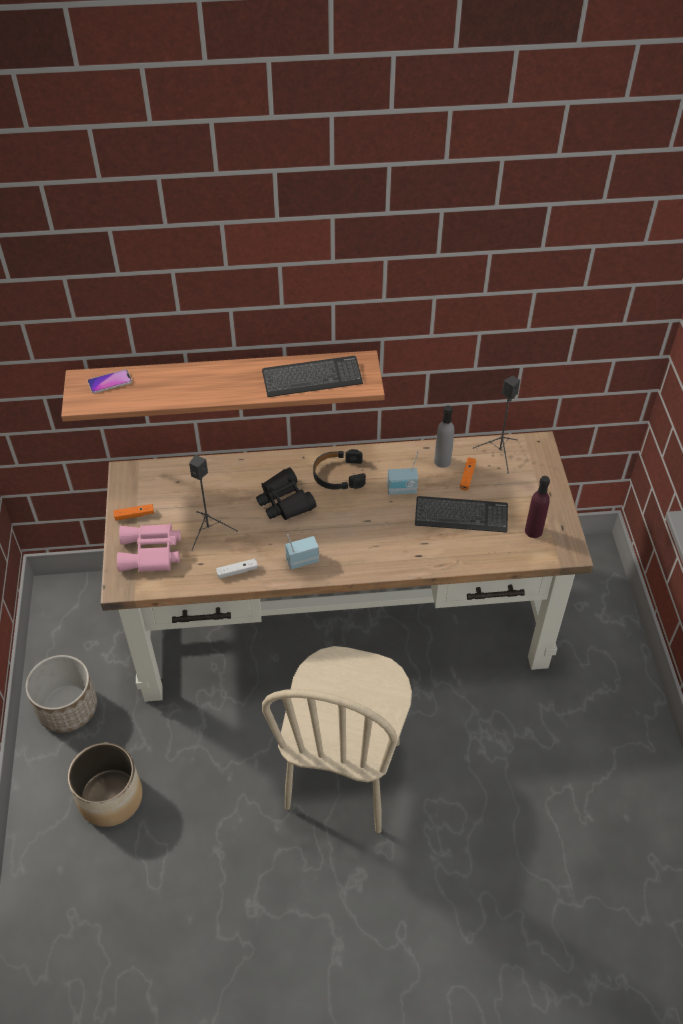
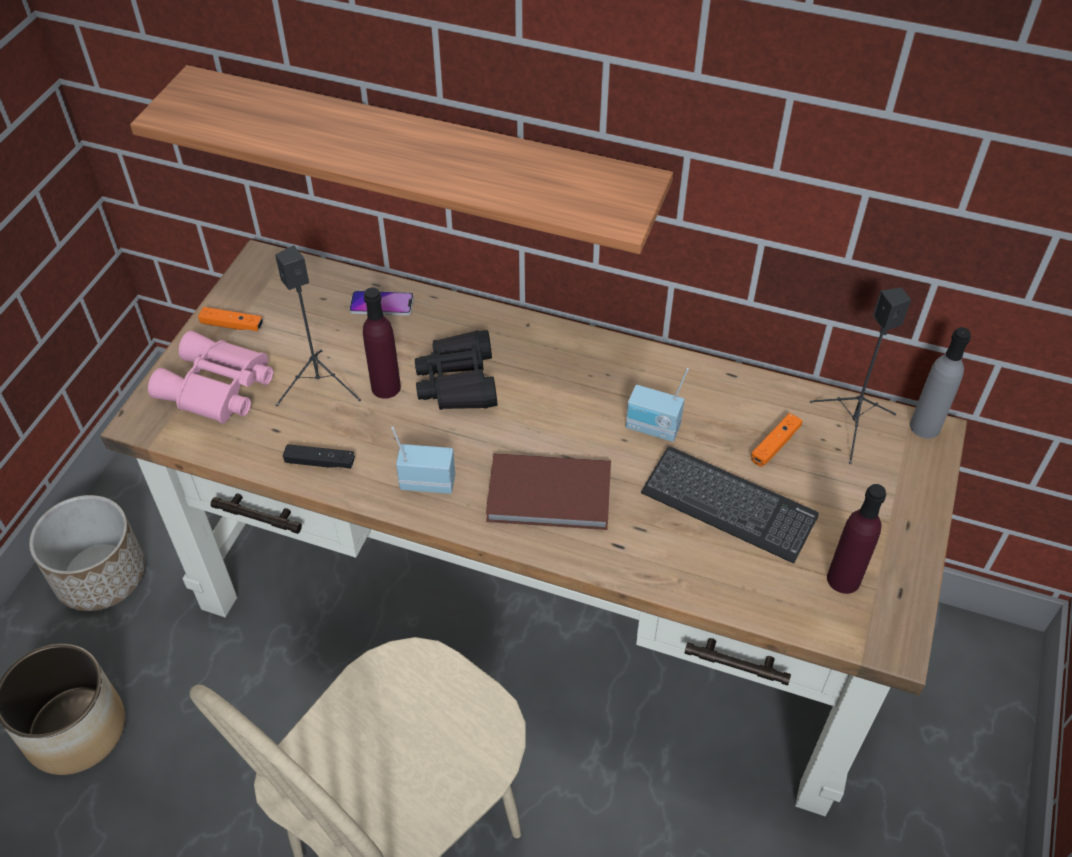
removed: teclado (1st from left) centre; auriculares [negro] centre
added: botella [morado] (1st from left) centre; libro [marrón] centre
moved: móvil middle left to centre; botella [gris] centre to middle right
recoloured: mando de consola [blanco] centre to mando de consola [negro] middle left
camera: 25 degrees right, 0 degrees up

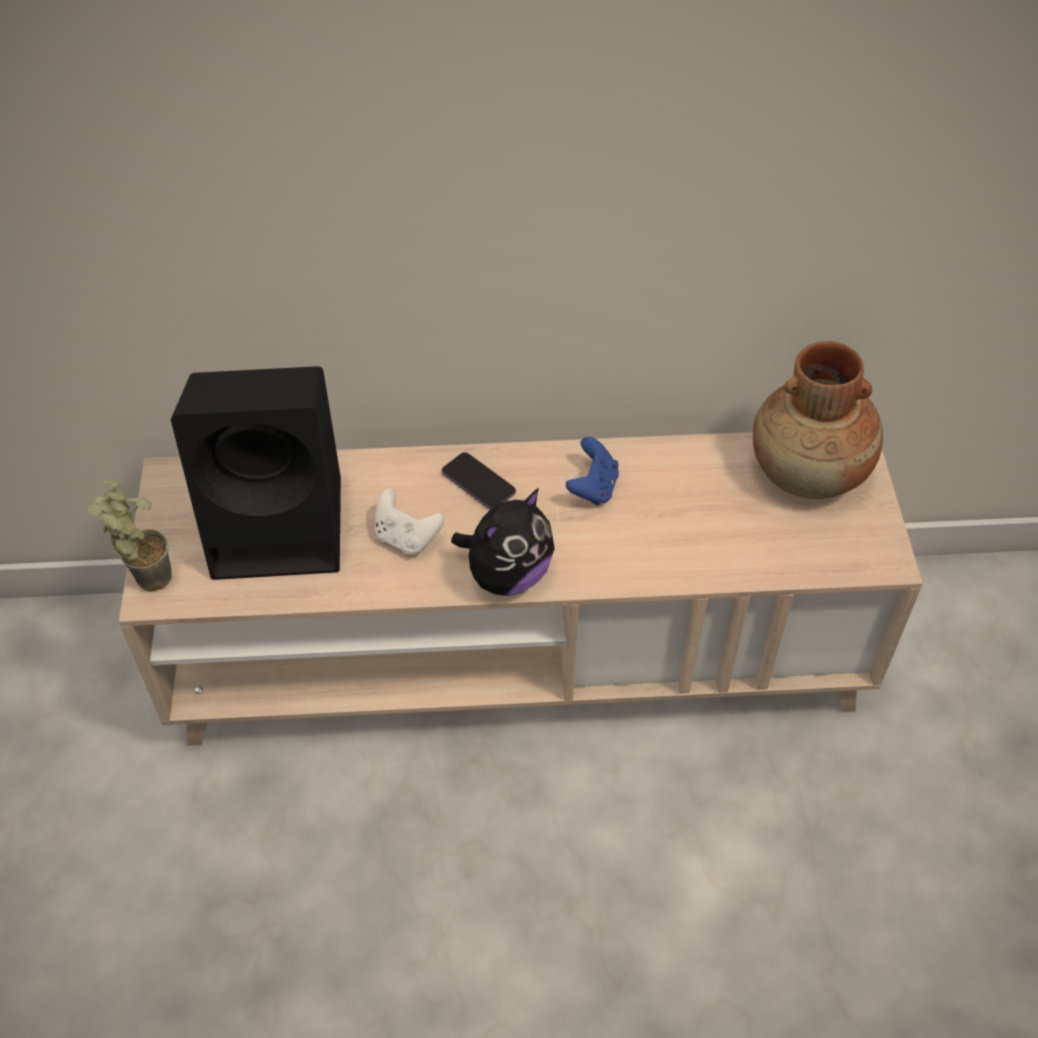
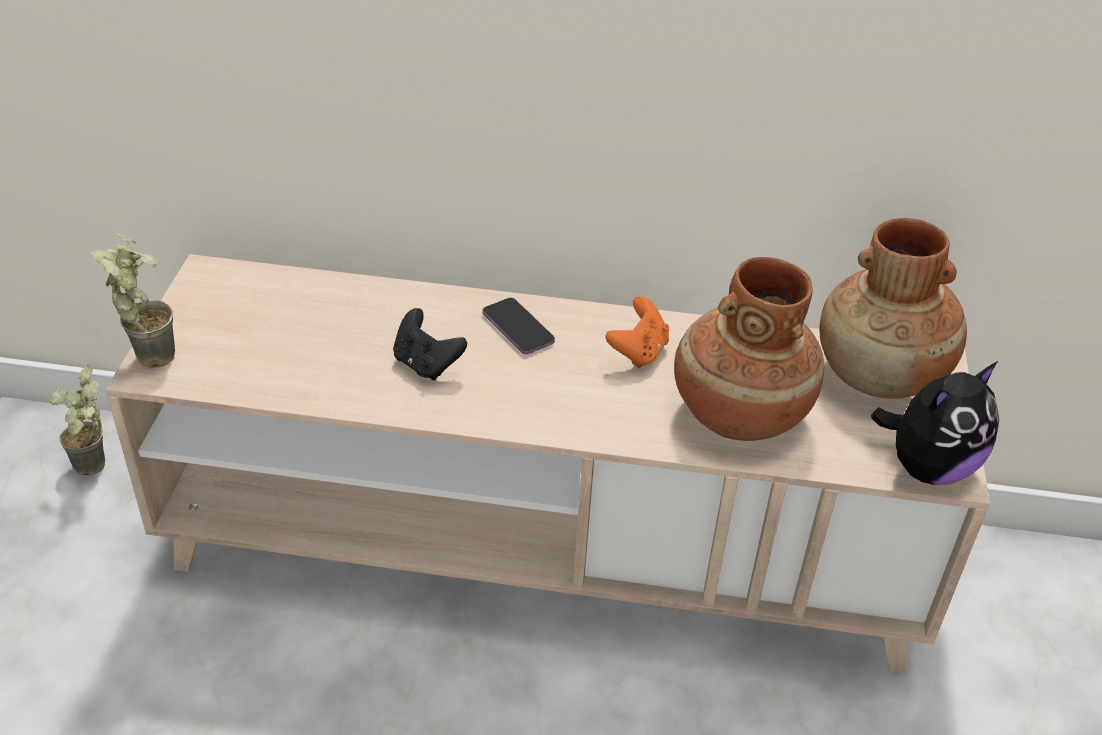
removed: altavoz [negro] middle left
added: florero [marrón] (1st from left) middle right; planta en maceta (1st from left) middle left
moved: peluche centre to middle right
recoloured: mando de consola [azul] centre to mando de consola [naranja] centre; mando de consola [blanco] centre to mando de consola [negro] centre
camera: 10 degrees right, 10 degrees down

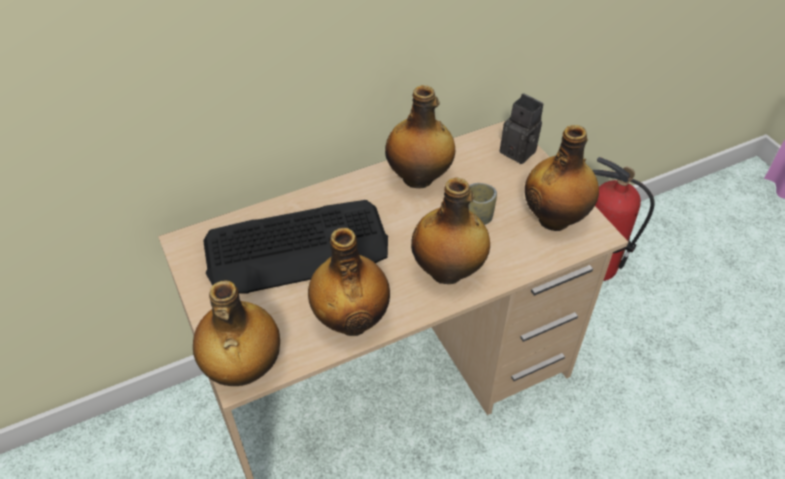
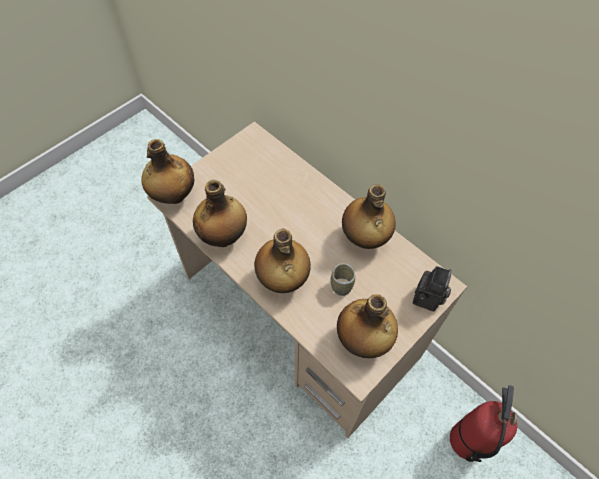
removed: teclado centre
camera: 70 degrees right, 10 degrees up

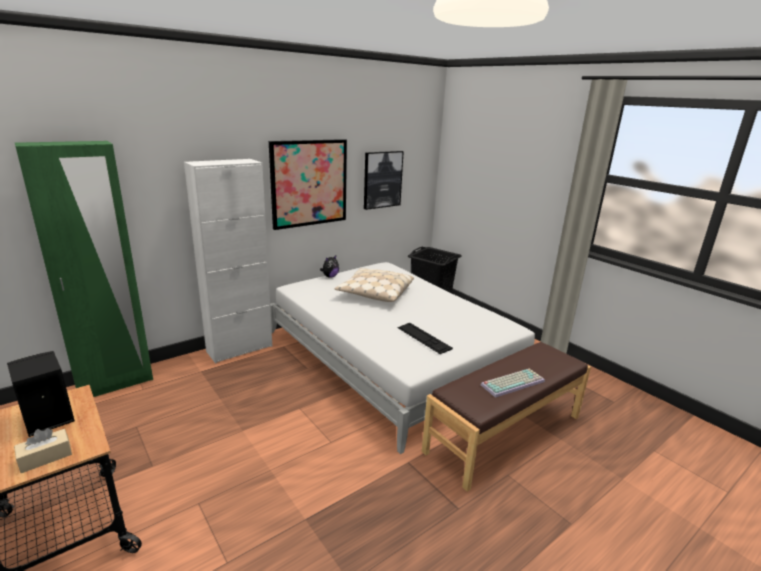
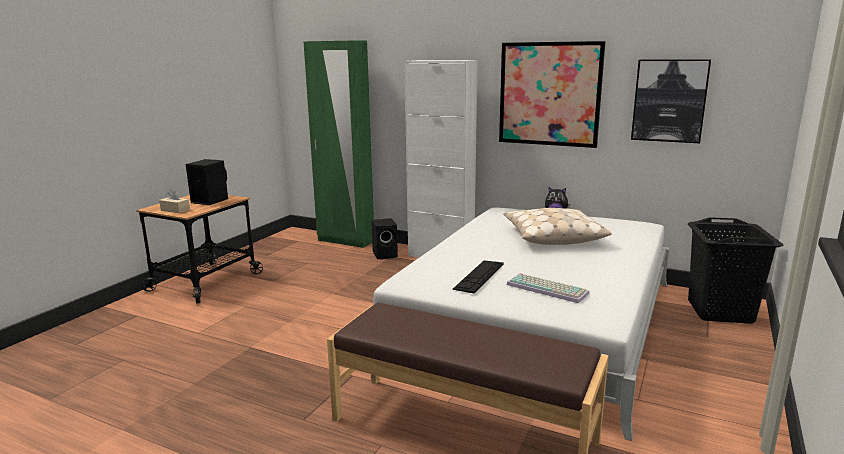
added: altavoz [negro] (2nd from left) centre
moved: teclado (2nd from left) bottom right to centre
camera: 65 degrees right, 5 degrees down

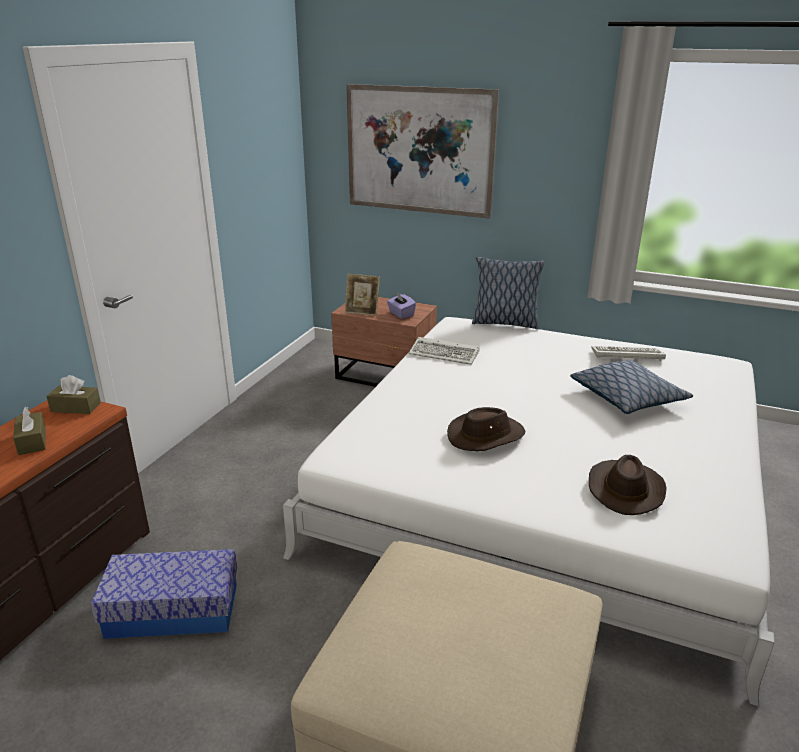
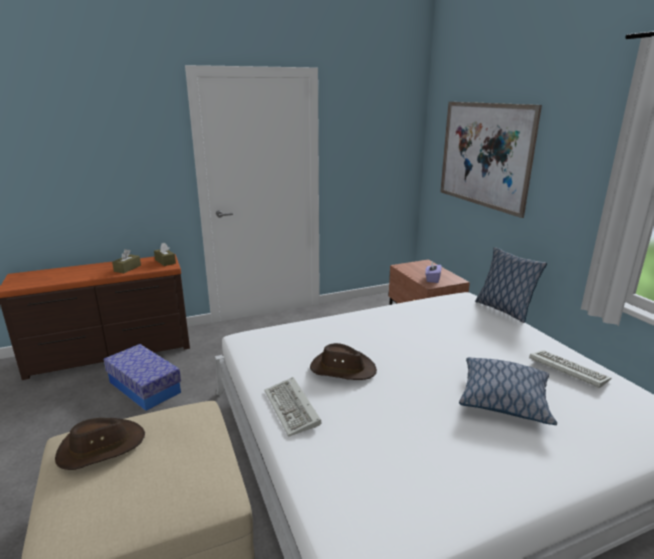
removed: portarretratos centre
moved: teclado (1st from left) centre to bottom centre; sombrero [marrón] (2nd from left in the first image) middle right to sombrero [marrón] (1st from left) bottom left
camera: 45 degrees right, 5 degrees down

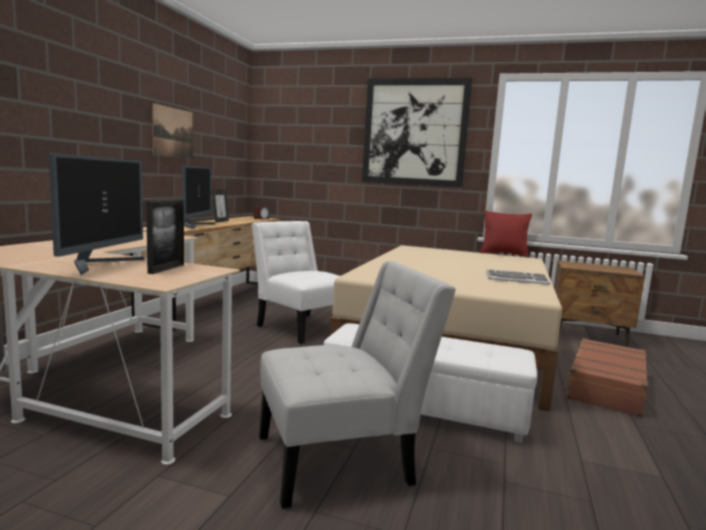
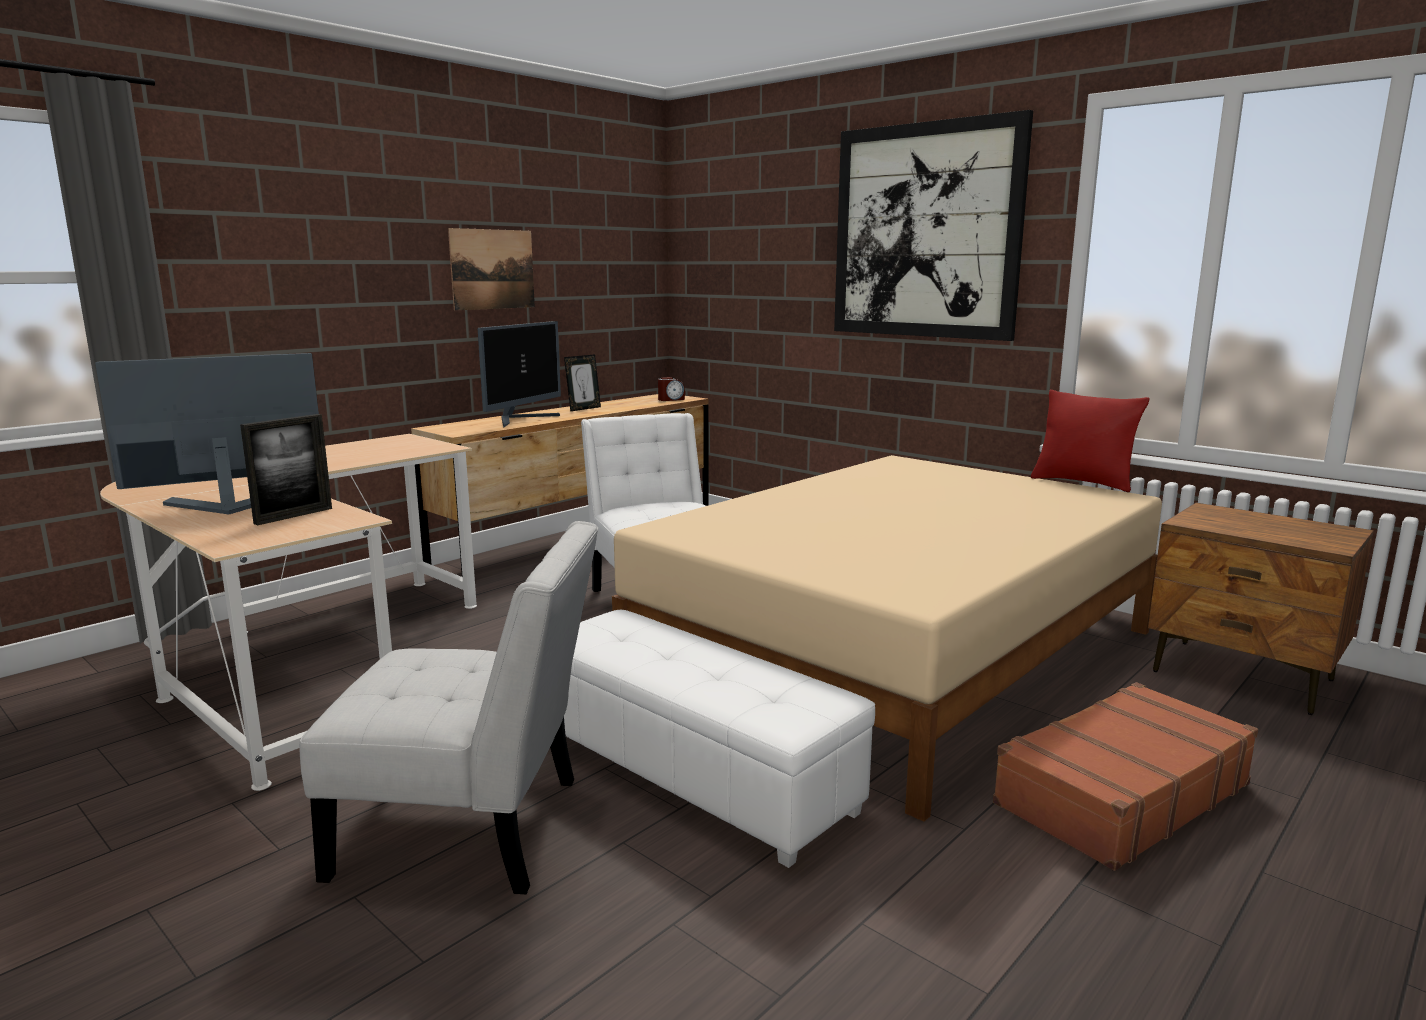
removed: teclado middle right
turned: monitor (1st from left) middle left = middle left 150 degrees counterclockwise
camera: 25 degrees right, 5 degrees up

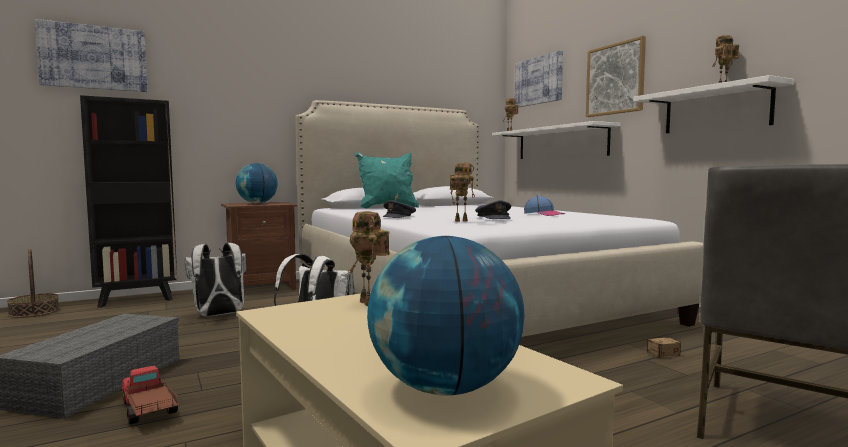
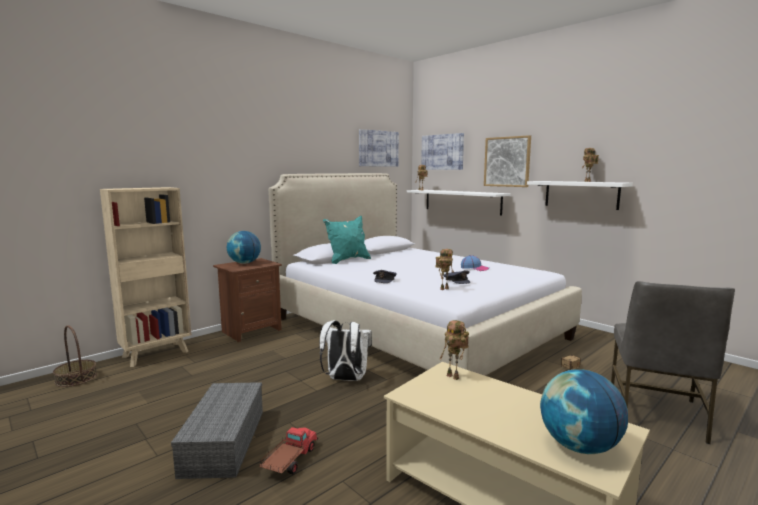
removed: mochila [blanco] (1st from left) middle left
moved: cuadro (1st from left) top left to top centre
recoloured: estantería [negro] middle left to estantería [beis] middle left
turned: camión de juguete bottom left = bottom centre 75 degrees clockwise
camera: 15 degrees left, 5 degrees up

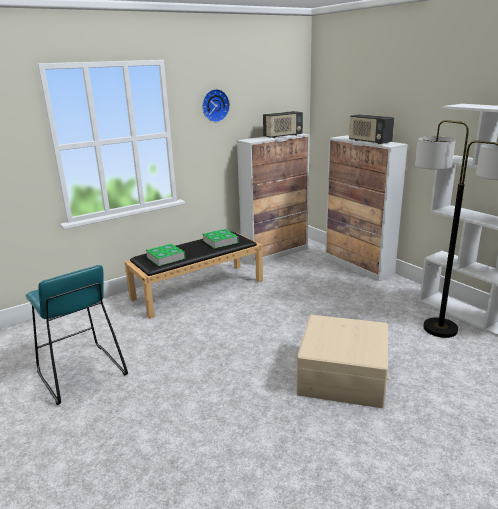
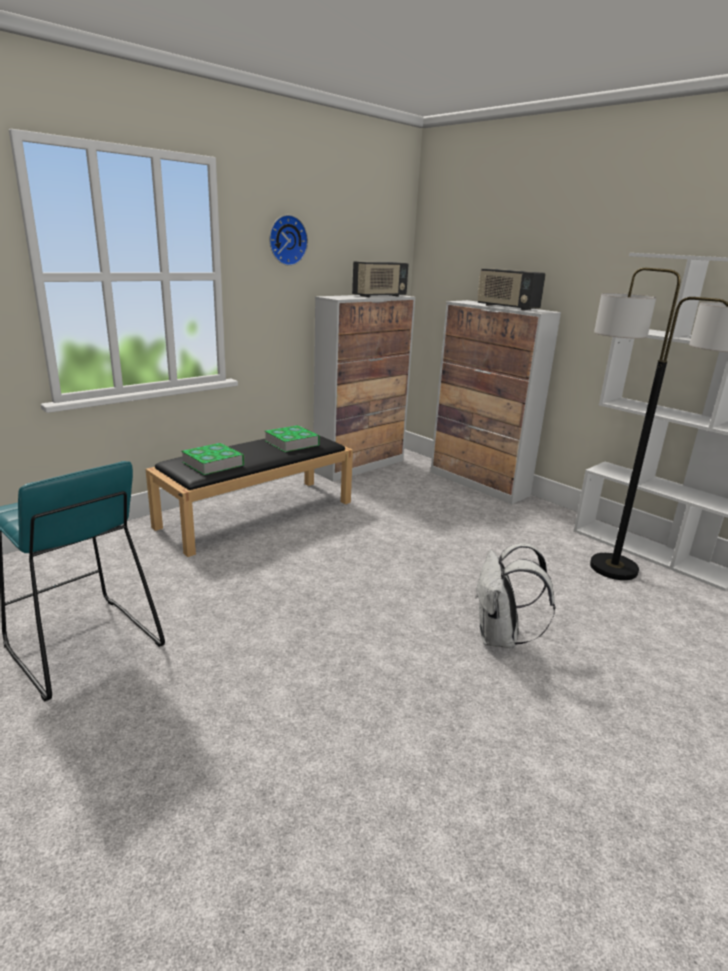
replaced: caja de almacenaje [beis] bottom right to mochila [blanco] middle right
camera: 10 degrees left, 0 degrees up

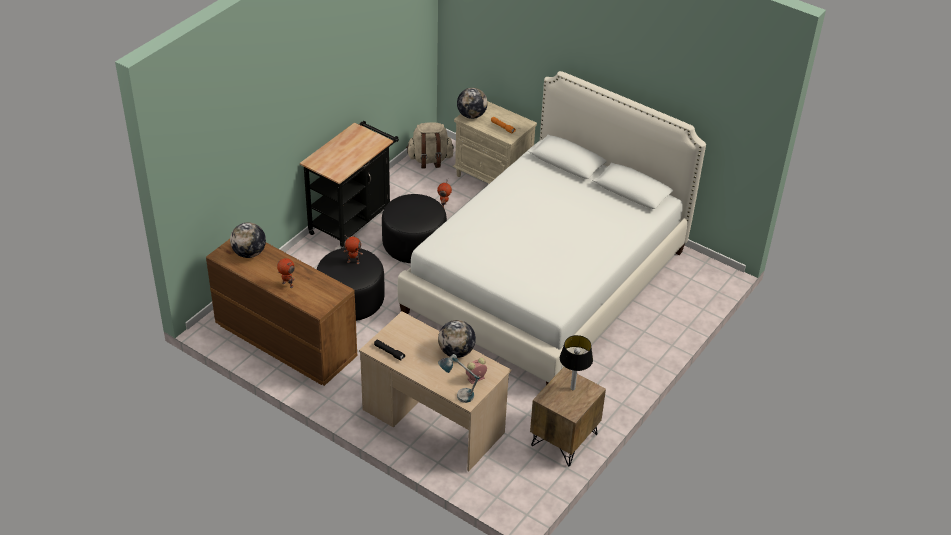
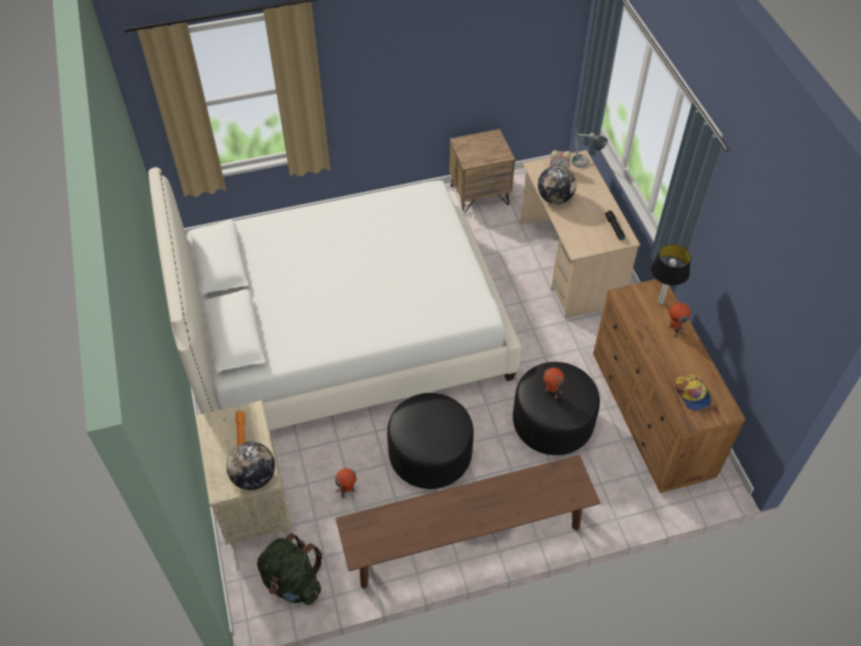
moved: lámpara de mesa (2nd from left) bottom centre to middle right
replaced: carrito [negro] centre to banco [marrón] bottom centre; globo terráqueo (1st from left) middle left to gorra middle right
recoloured: mochila [beis] top centre to mochila [verde] bottom centre
camera: 140 degrees left, 10 degrees up

